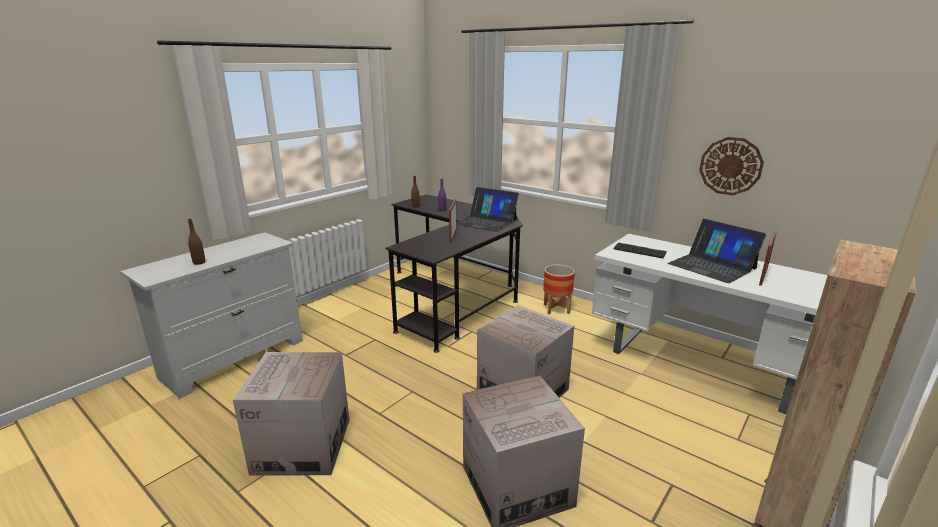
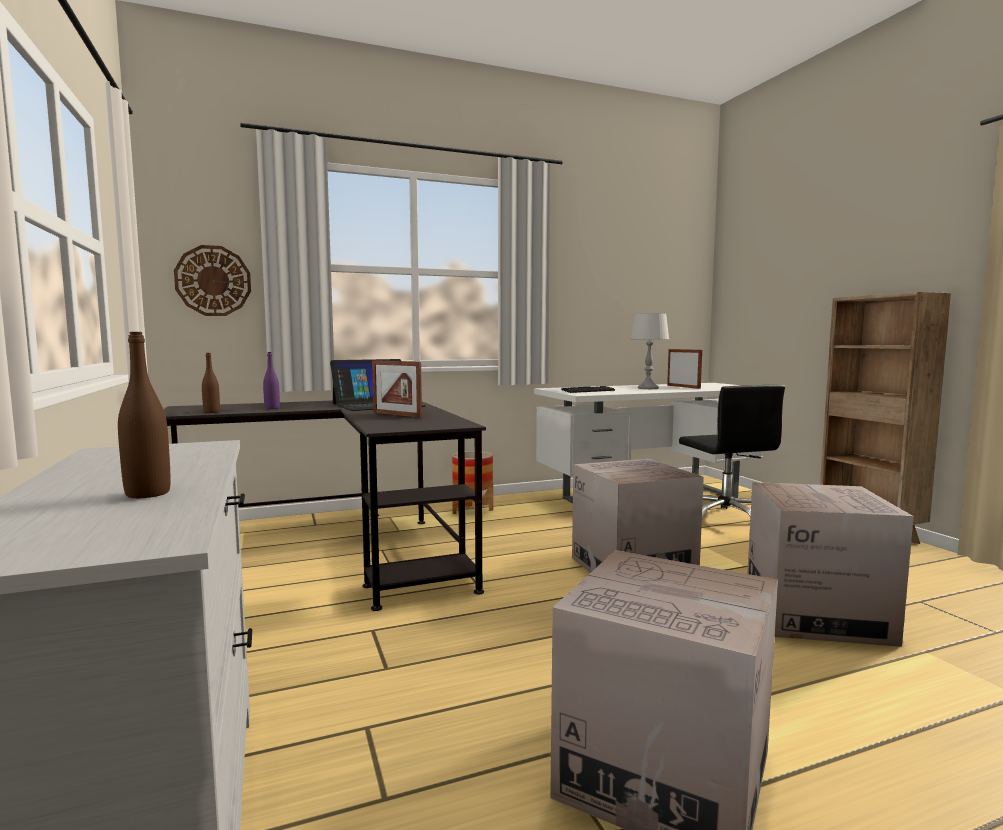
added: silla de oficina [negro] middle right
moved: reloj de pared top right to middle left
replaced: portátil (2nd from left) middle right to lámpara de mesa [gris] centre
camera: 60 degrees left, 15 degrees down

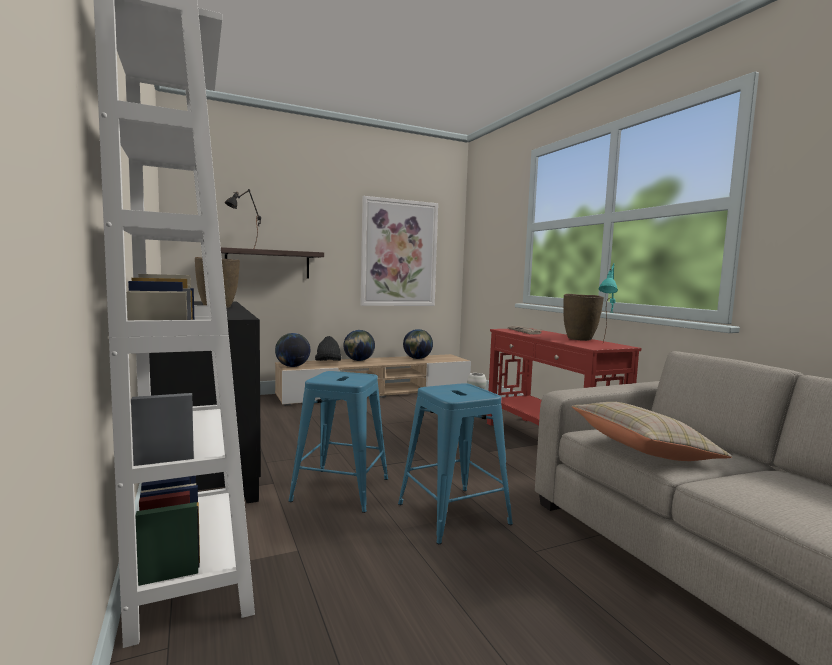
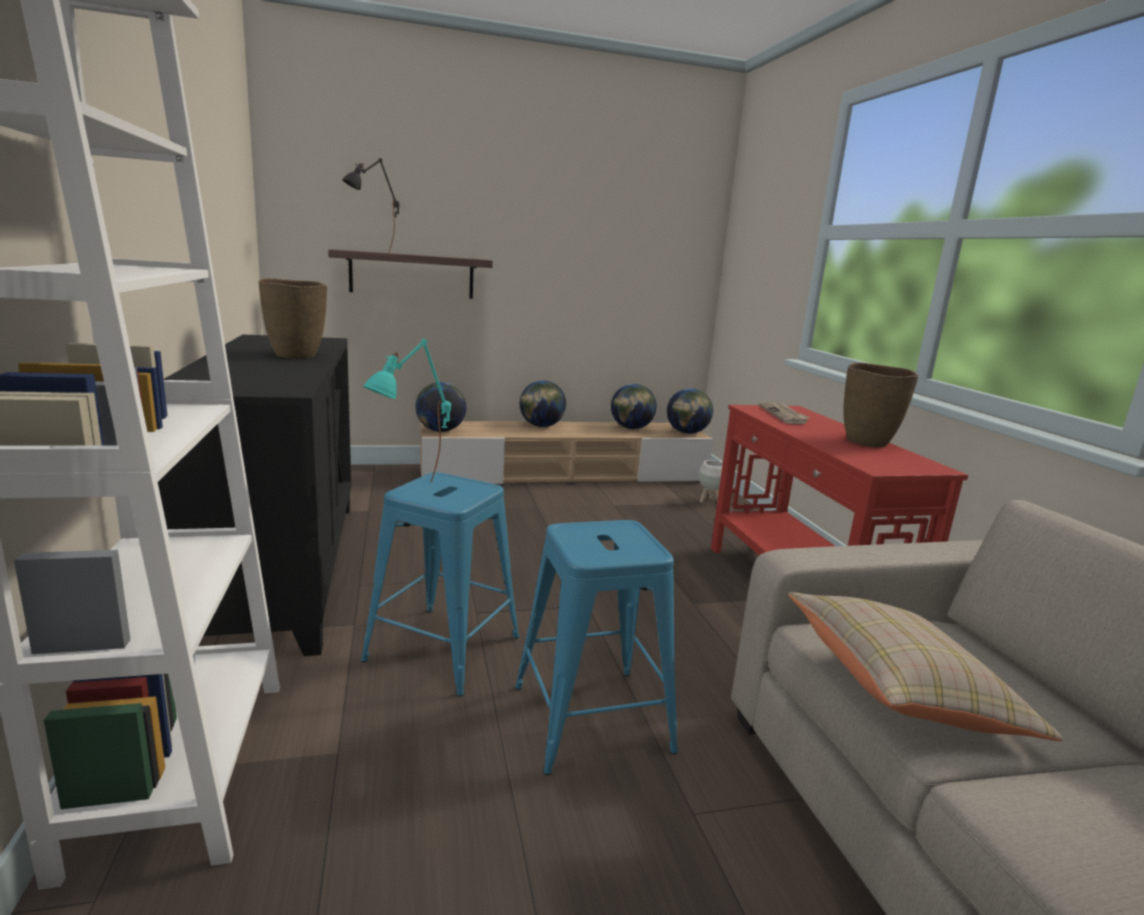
removed: cuadro centre; sombrero [negro] centre
added: globo terráqueo (4th from left) centre
moved: lámpara de mesa [turquesa] middle right to centre
camera: 10 degrees right, 10 degrees up

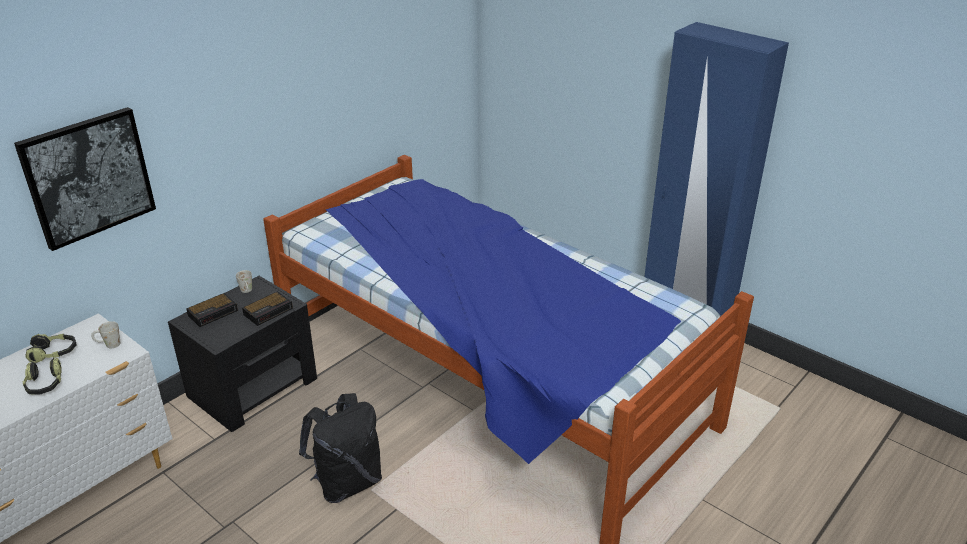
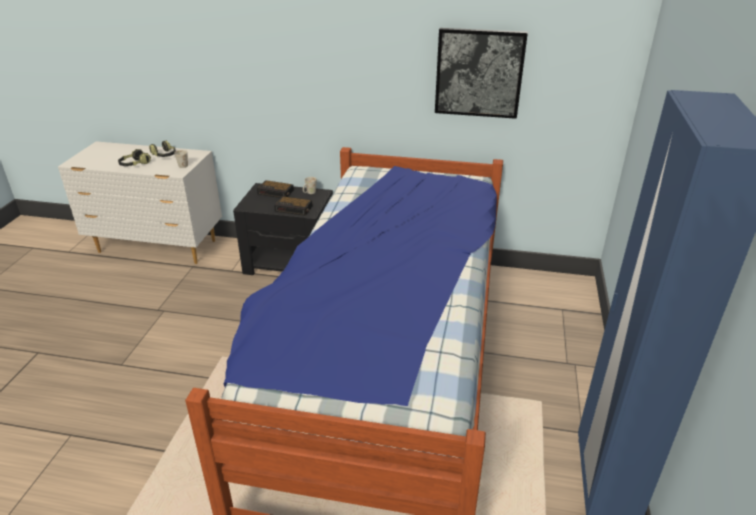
removed: mochila [negro] bottom centre
moved: cuadro top left to top centre
camera: 60 degrees right, 0 degrees up

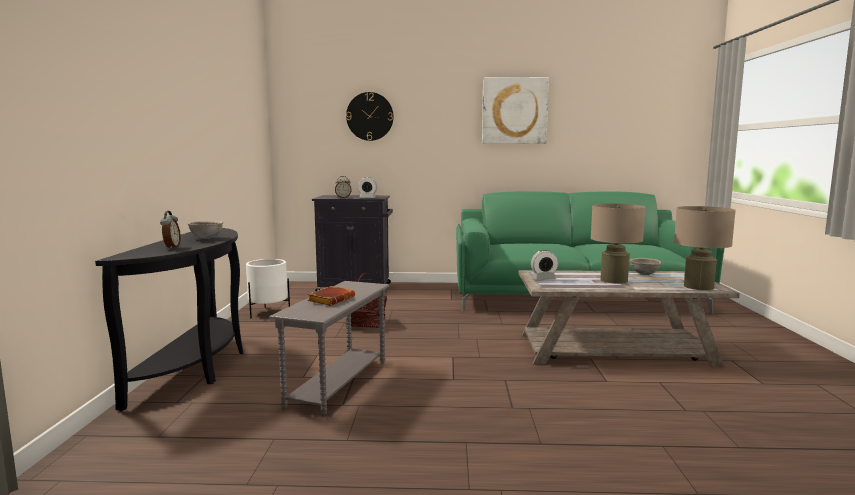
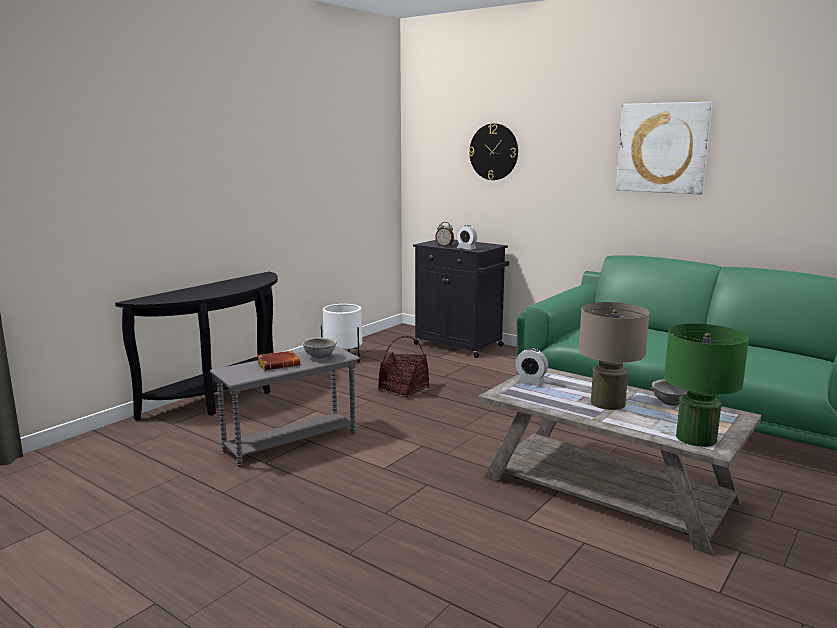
removed: despertador (1st from left) middle left
moved: cuenco [gris] (1st from left) middle left to centre
recoloured: lámpara de mesa [beis] (2nd from left) middle right to lámpara de mesa [verde] middle right
camera: 35 degrees right, 5 degrees up

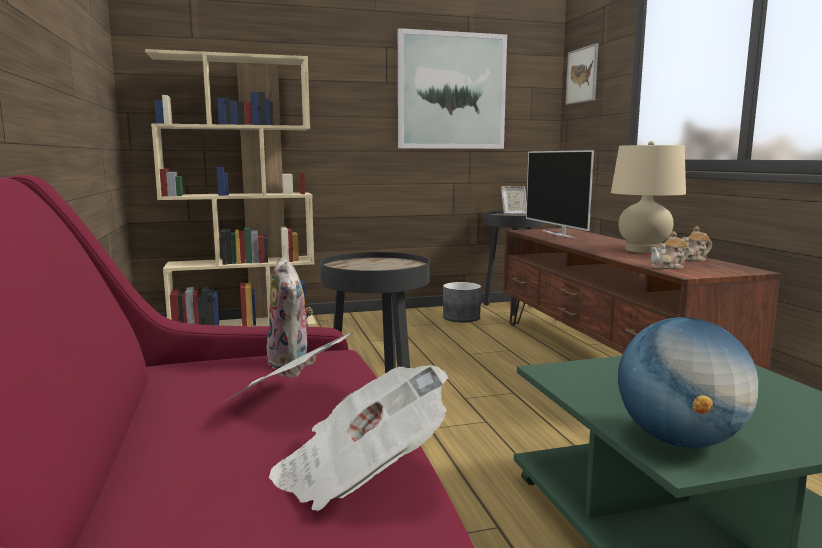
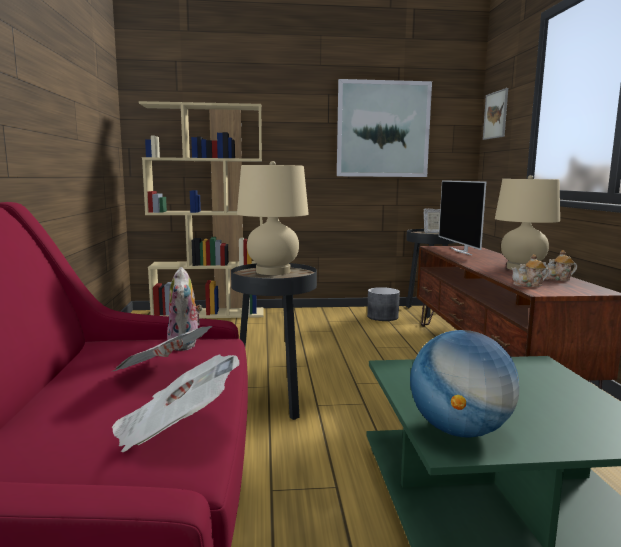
added: lámpara de mesa [beis] (1st from left) centre
camera: 10 degrees right, 0 degrees up

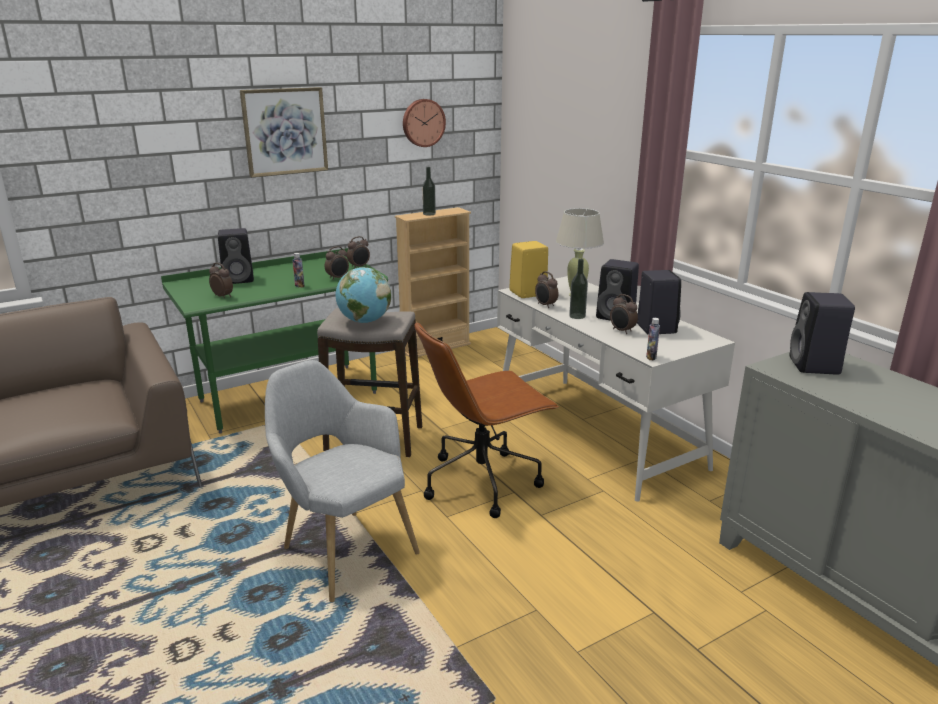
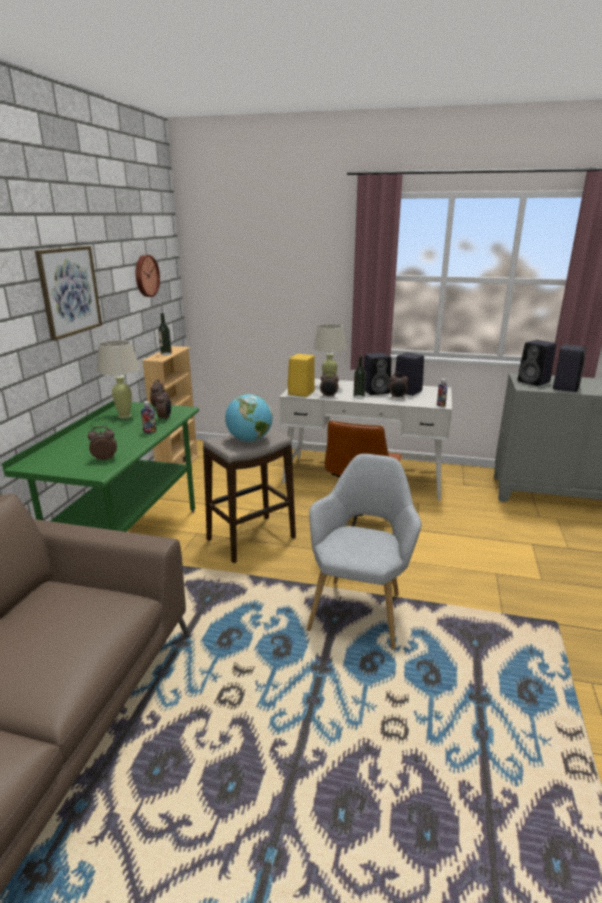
added: lámpara de mesa [beis] (1st from left) middle left
moved: altavoz [negro] (1st from left in the first image) middle left to altavoz [negro] (4th from left) middle right
turned: sillón [gris] bottom centre = centre 105 degrees clockwise
camera: 45 degrees left, 0 degrees up

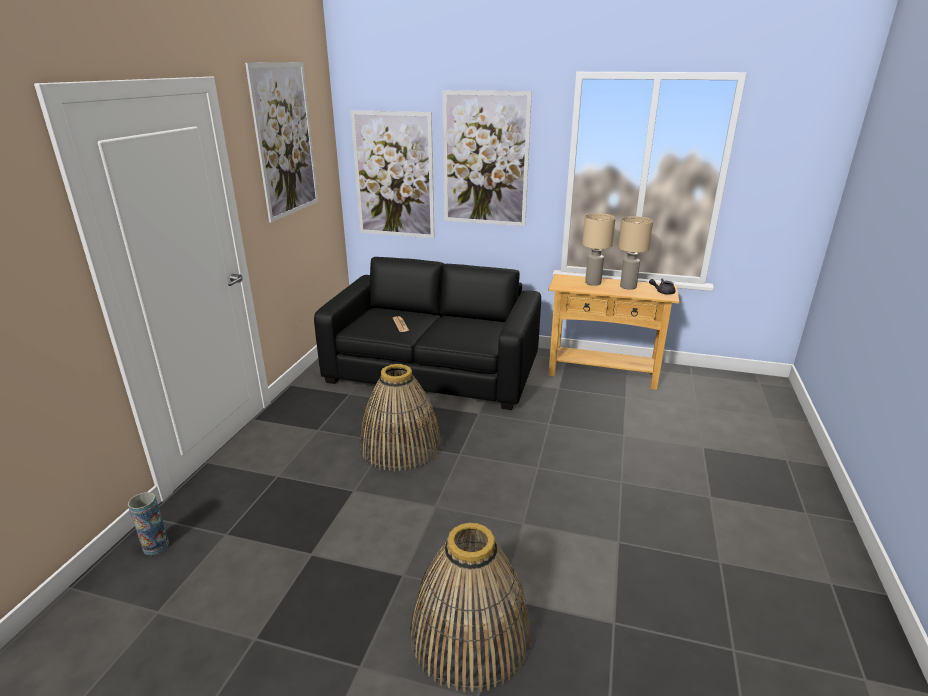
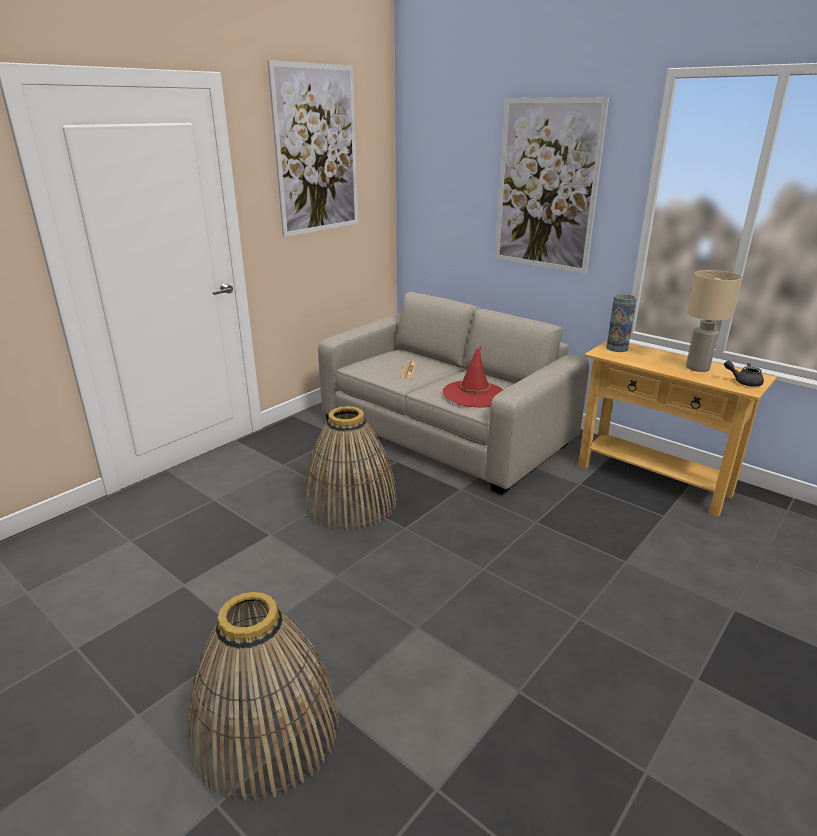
removed: cuadro (2nd from left) top centre; lámpara de mesa [beis] (1st from left) centre
added: sombrero [rojo] centre
moved: florero bottom left to middle right
recoloured: sofá [negro] centre to sofá [beis] centre
camera: 25 degrees right, 0 degrees up

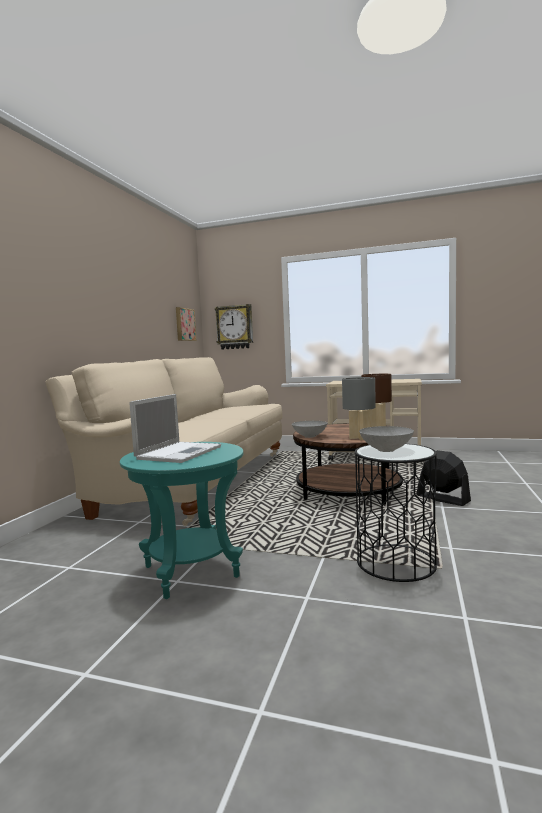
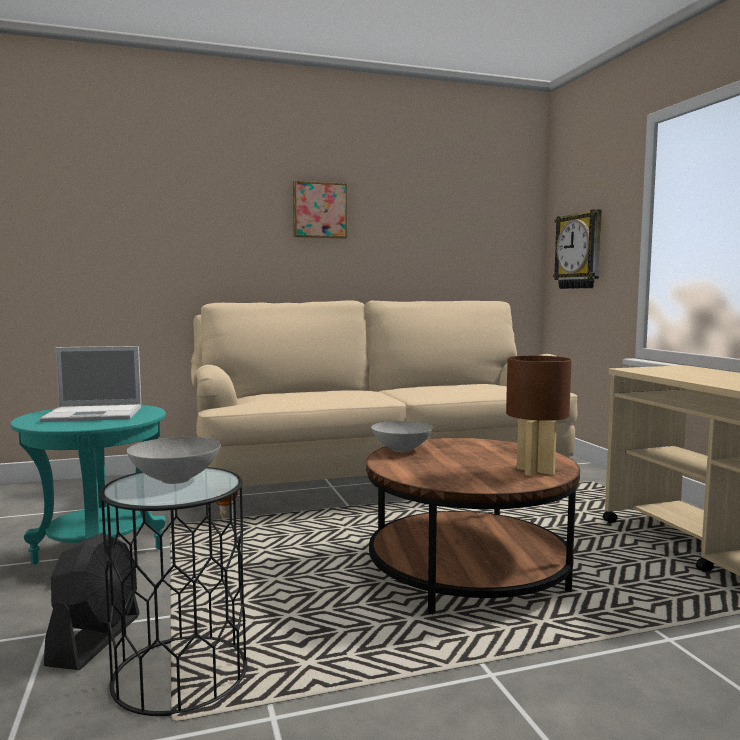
removed: lámpara de mesa [gris] centre
moved: cuadro centre to top centre; ventilador [negro] middle right to bottom left
camera: 55 degrees right, 0 degrees up

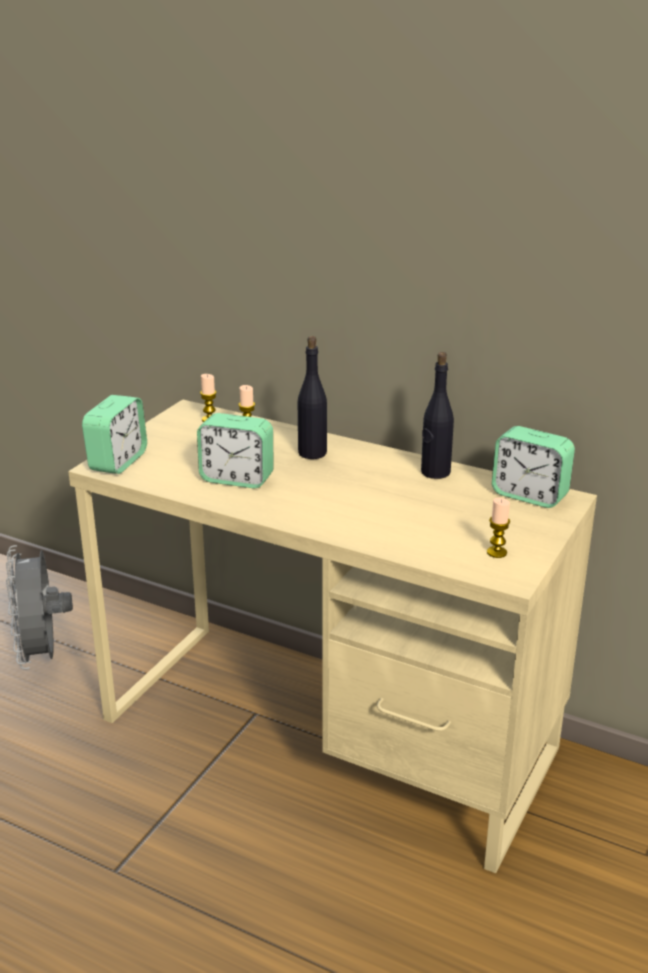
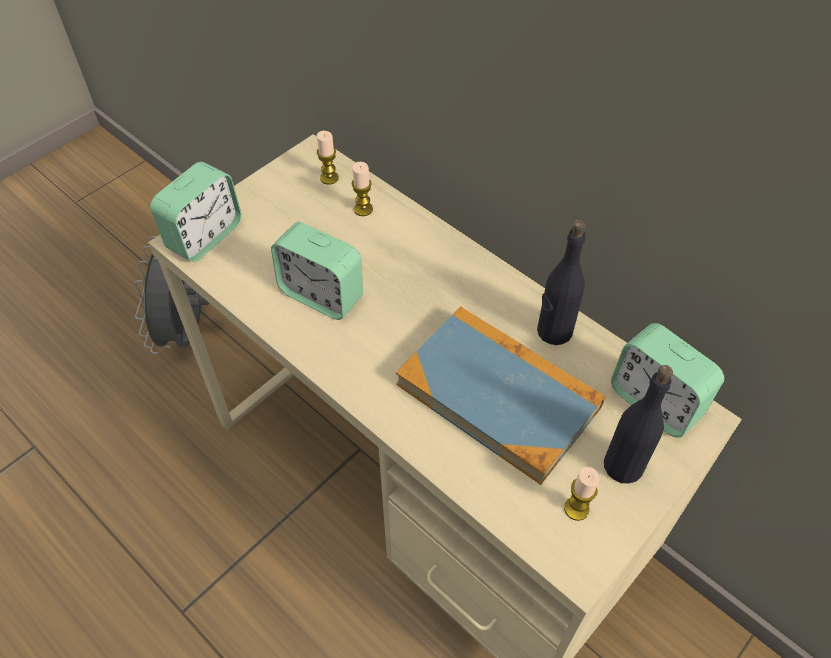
added: libro centre
moved: botella [negro] (1st from left in the first image) centre to botella [negro] (2nd from left) middle right
camera: 15 degrees right, 25 degrees up

